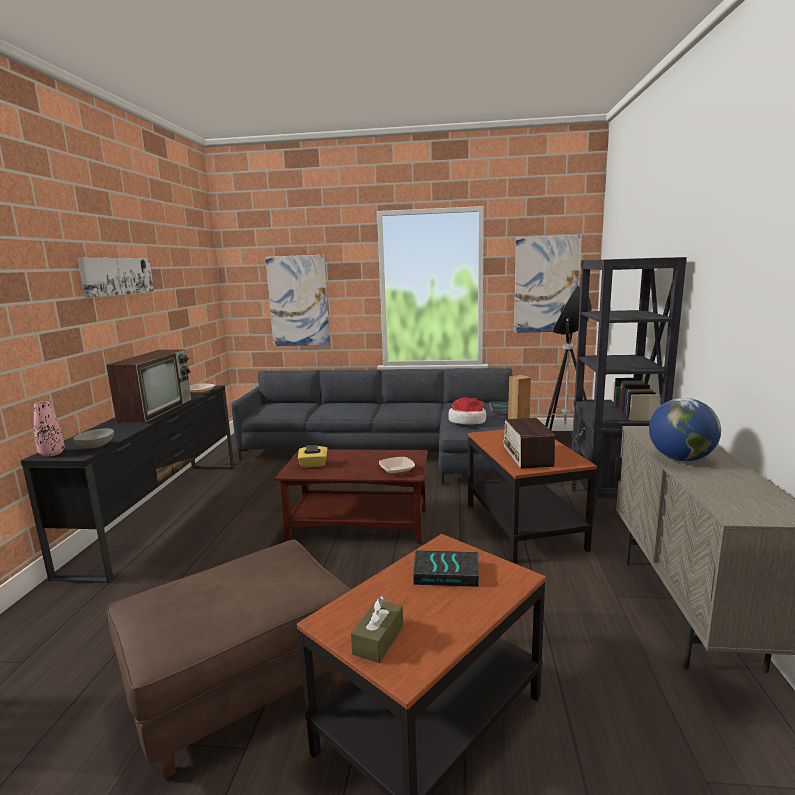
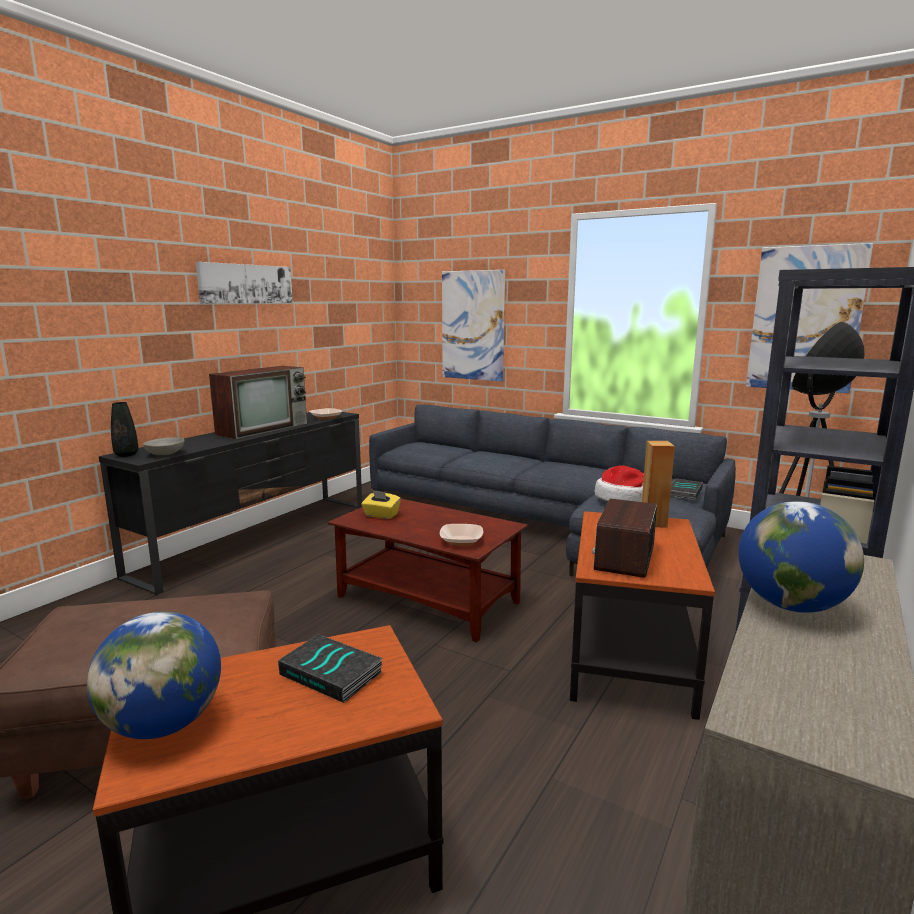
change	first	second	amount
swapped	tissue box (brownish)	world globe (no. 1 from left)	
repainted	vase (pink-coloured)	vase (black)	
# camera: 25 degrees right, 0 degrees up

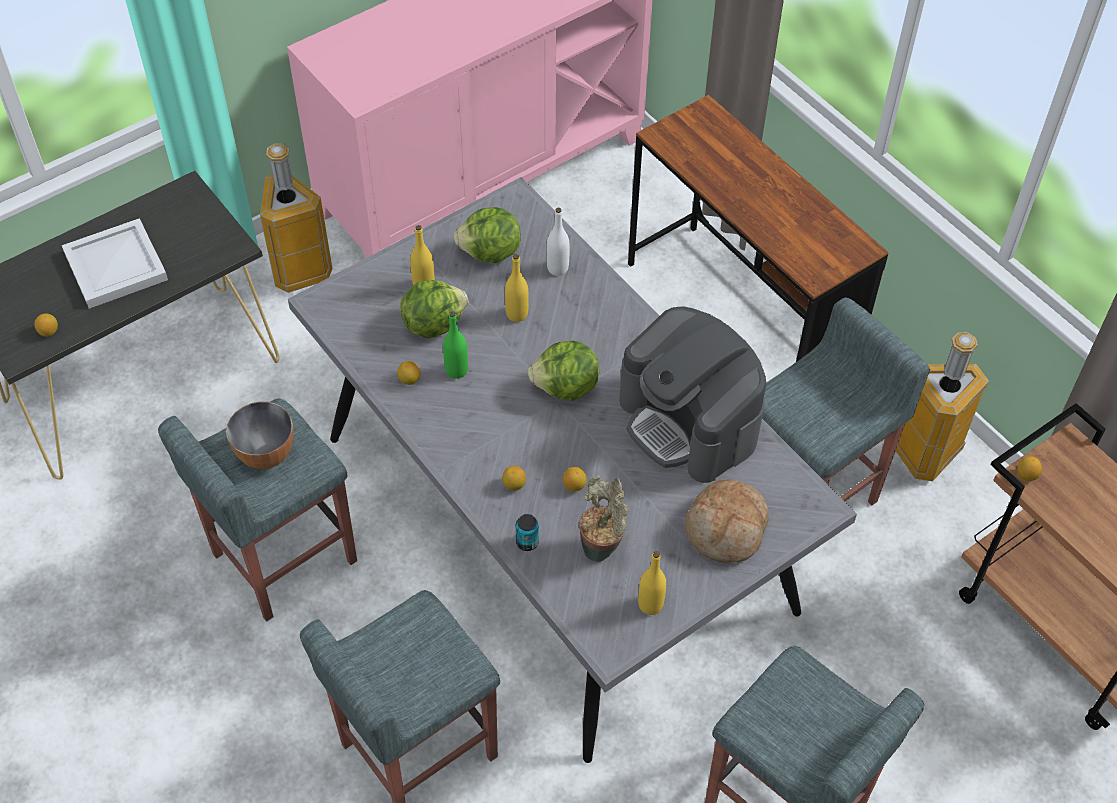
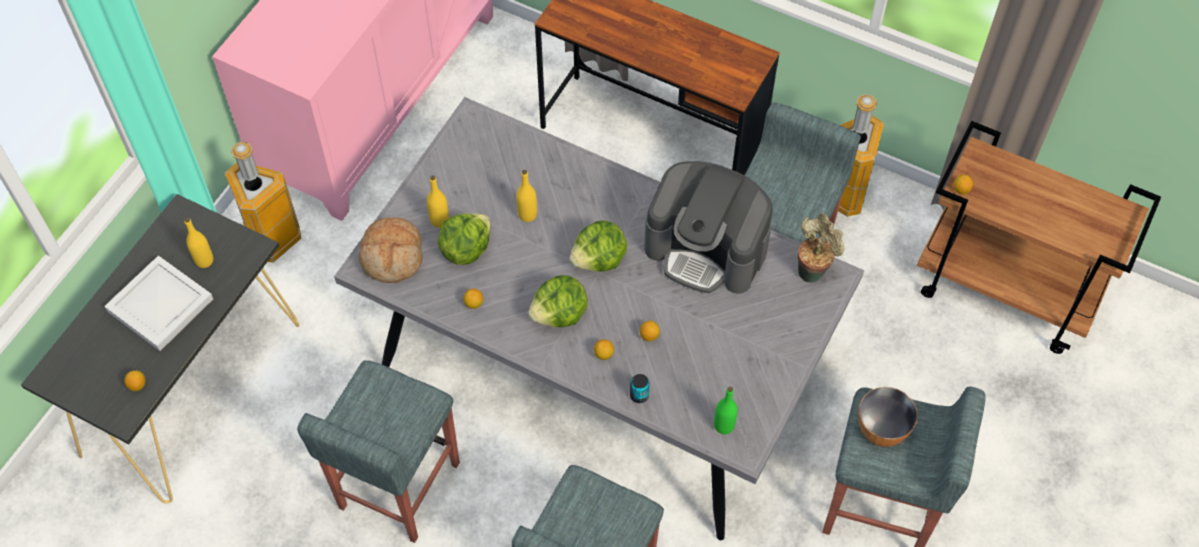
change	first	second	amount
shifted	beverage bottle (yellow) (no. 3 from left in the first image)	beverage bottle (yellow) (no. 1 from left)	
shifted	bakery bread		
shifted	head of lettuce (no. 2 from left)		
shifted	beverage bottle (green)		
shifted	potted plant		
shifted	bowl		
gone	beverage bottle (whitish)		
# camera: 25 degrees left, 5 degrees up

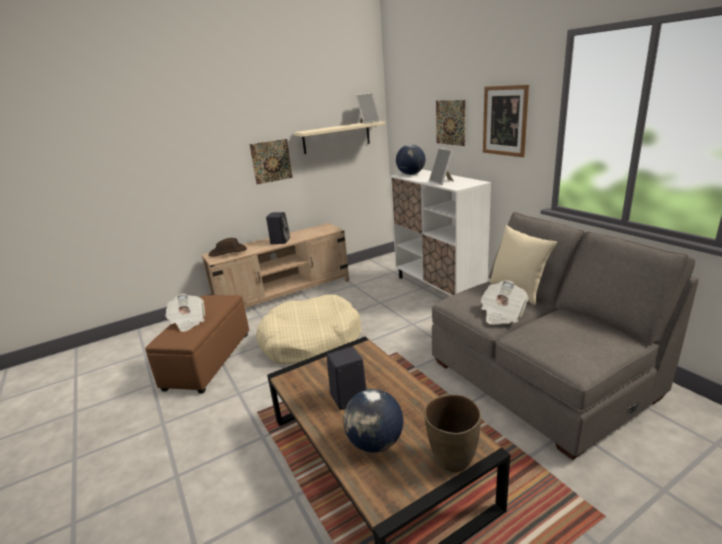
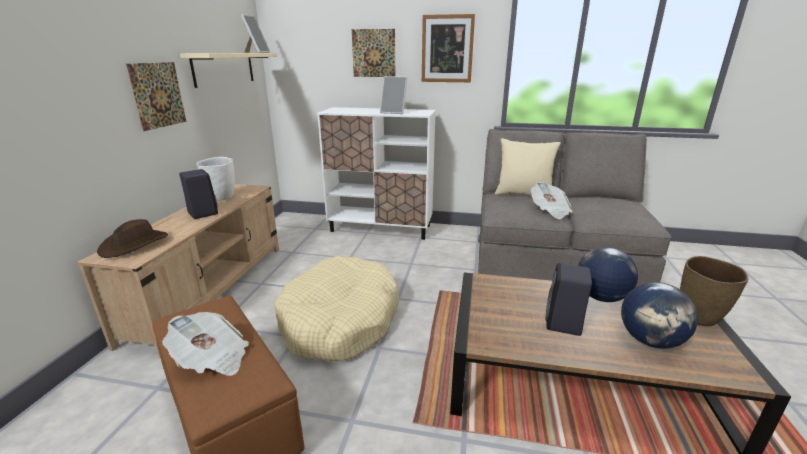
change	first	second	amount
new		vase (whitish)	
shifted	world globe (no. 2 from left in the first image)	world globe (no. 1 from left)	
# camera: 50 degrees left, 0 degrees up

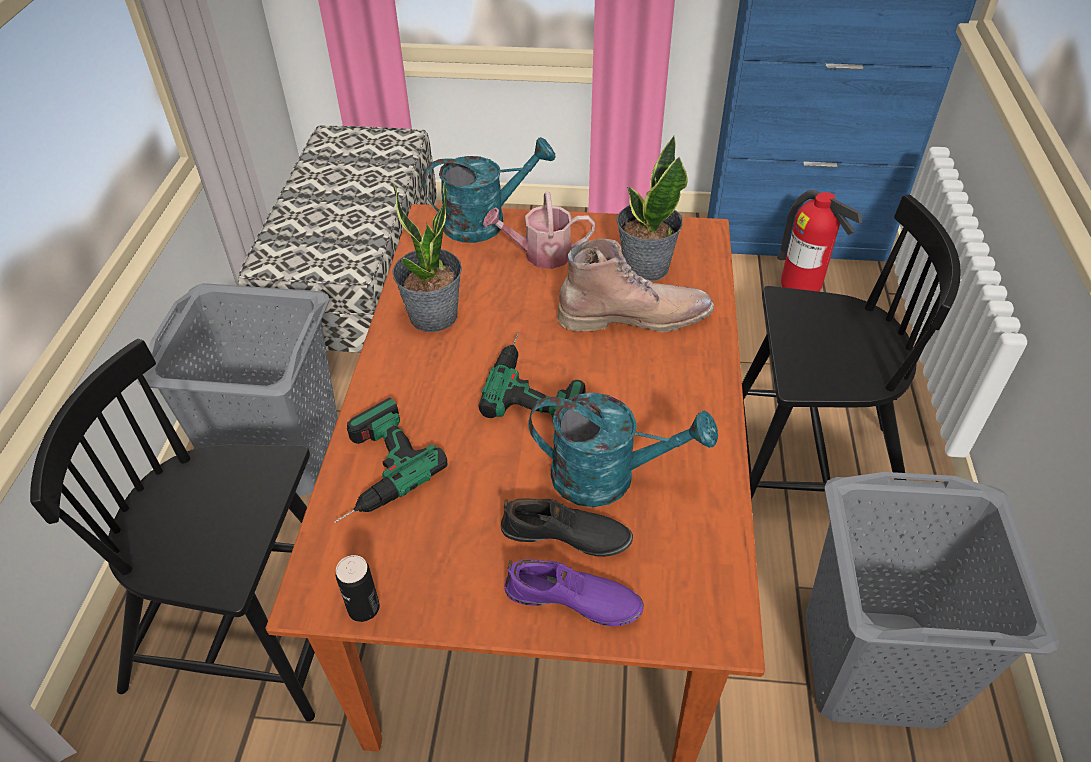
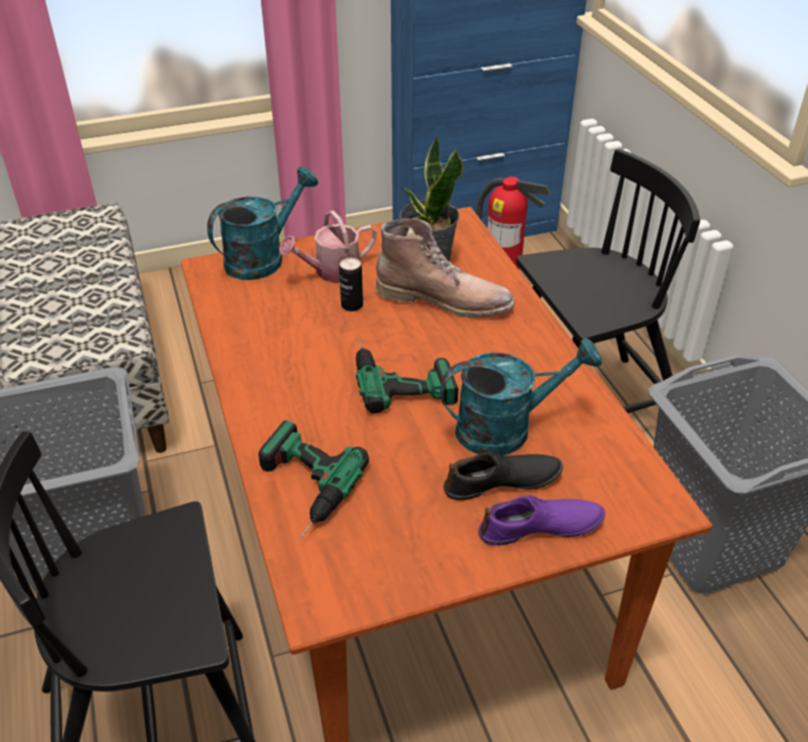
change	first	second	amount
shifted	metal can		
rotated	boot (brownish)		45 degrees clockwise
gone	potted plant (no. 1 from left)		
# camera: 25 degrees left, 5 degrees down

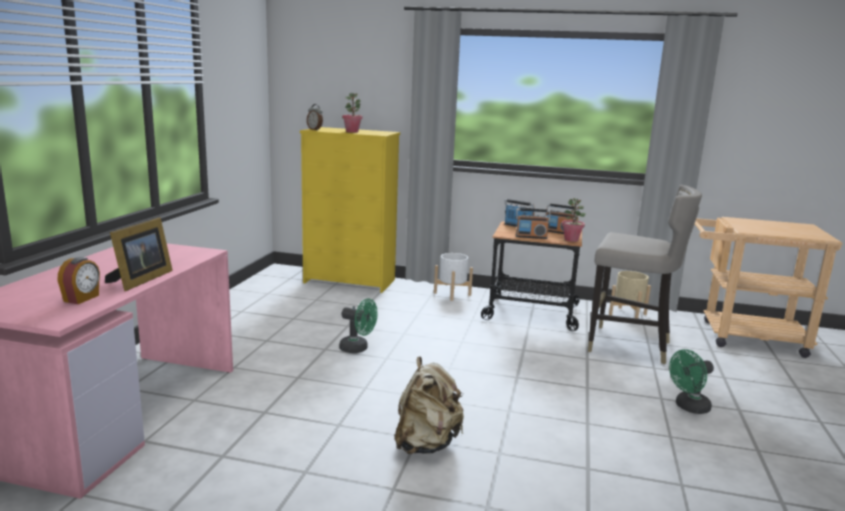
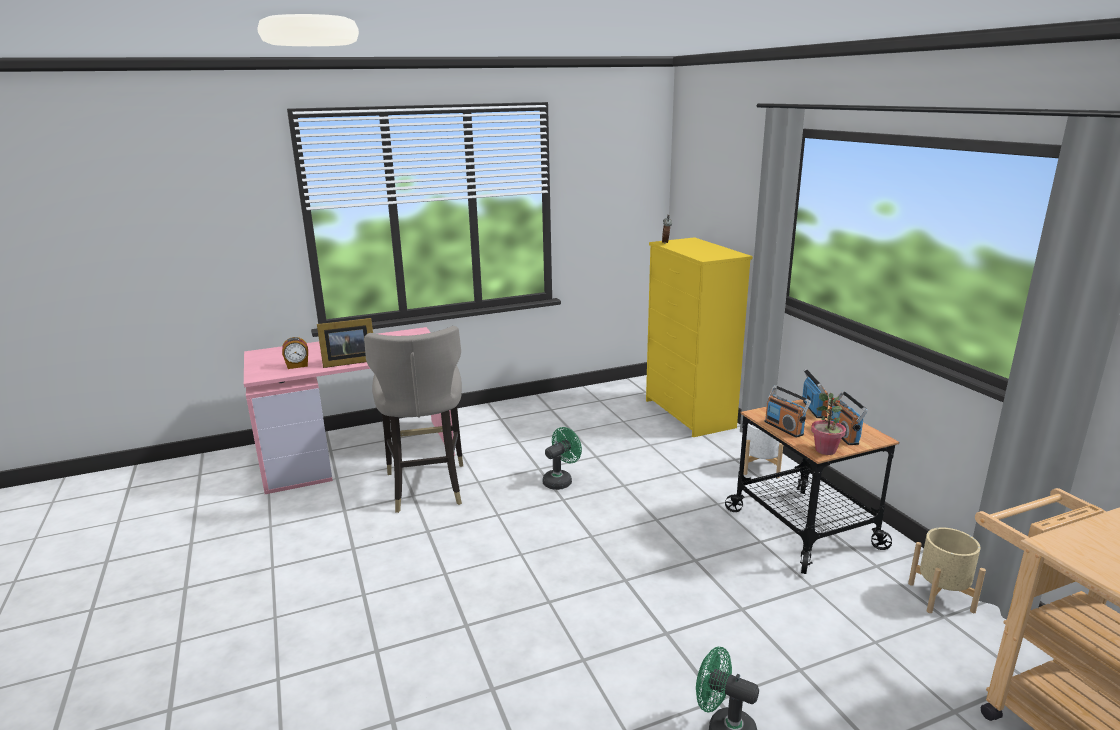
change	first	second	amount
shifted	sitting stool (gray)		
rotated	cooling fan (green) (no. 1 from left)		120 degrees counterclockwise
gone	potted plant (no. 1 from left)		
gone	backpack (beige)		
# camera: 55 degrees right, 5 degrees up

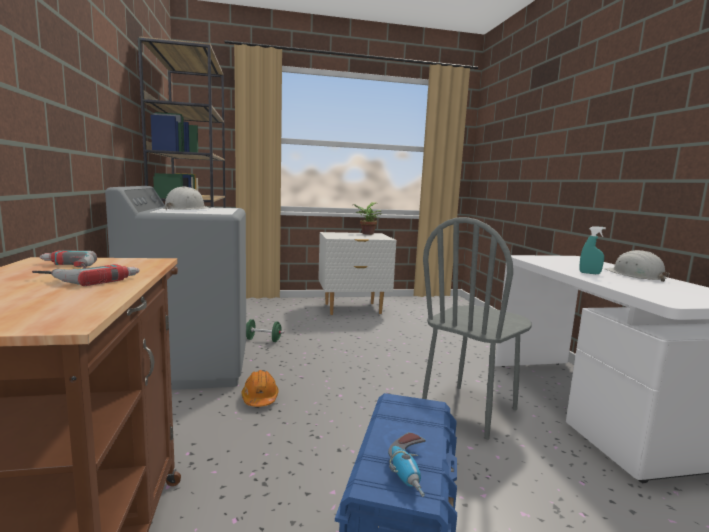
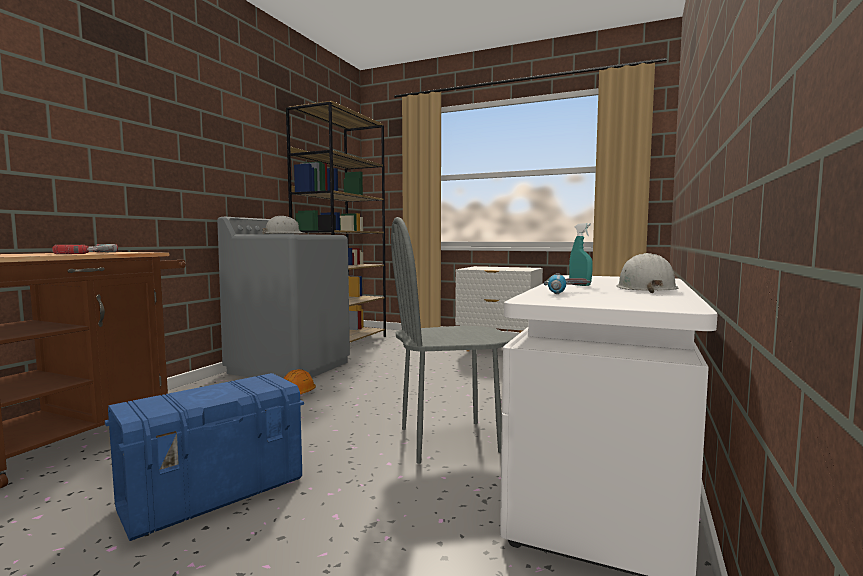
change	first	second	amount
shifted	electric drill (no. 3 from left)		
gone	free weight (green)		
gone	potted plant		
# camera: 35 degrees right, 5 degrees down

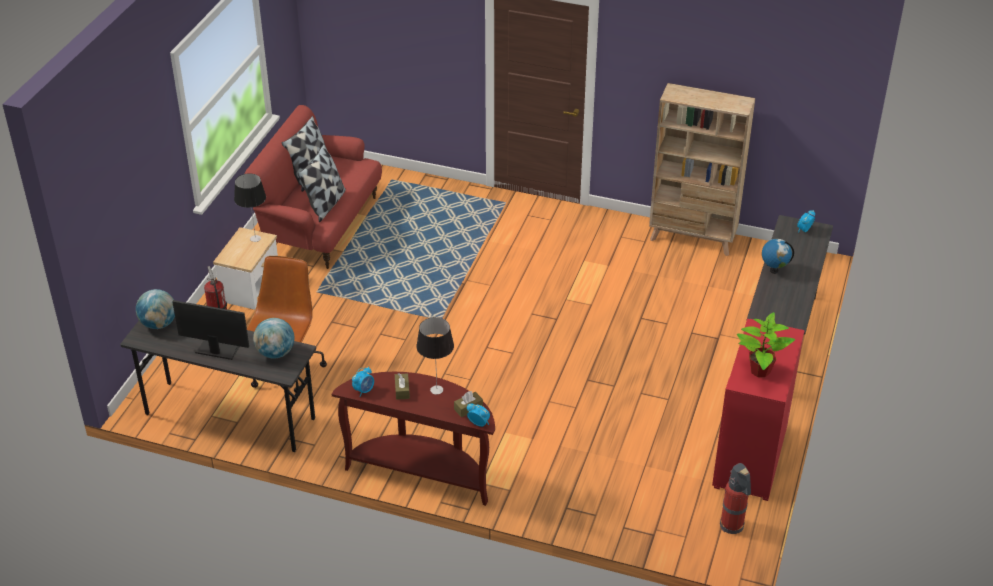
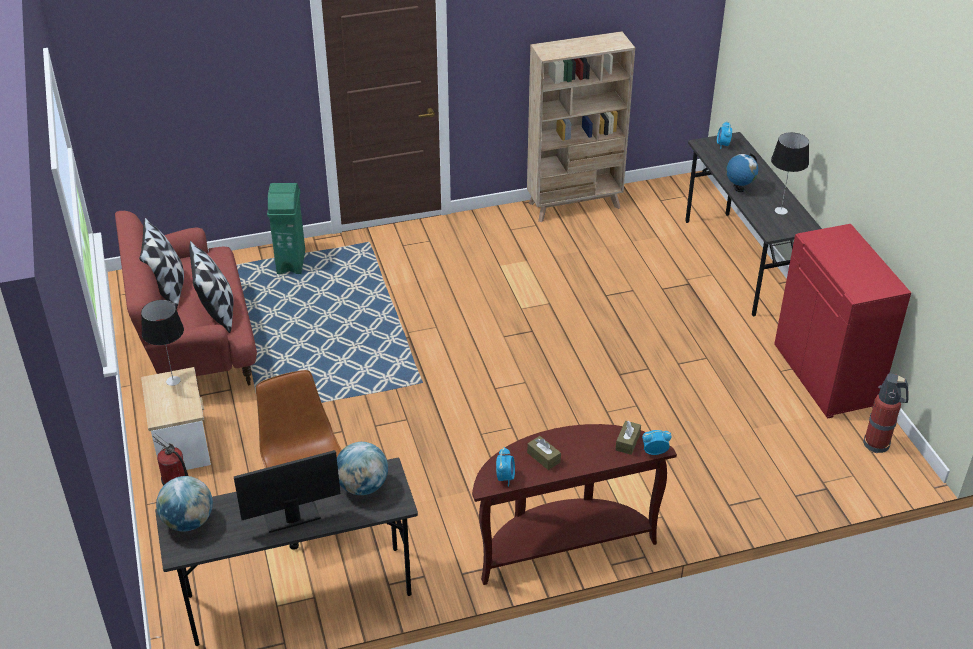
change	first	second	amount
new		trash can (green)	
shifted	lamp for a table (no. 2 from left)		
gone	potted plant		
# camera: 35 degrees left, 0 degrees up

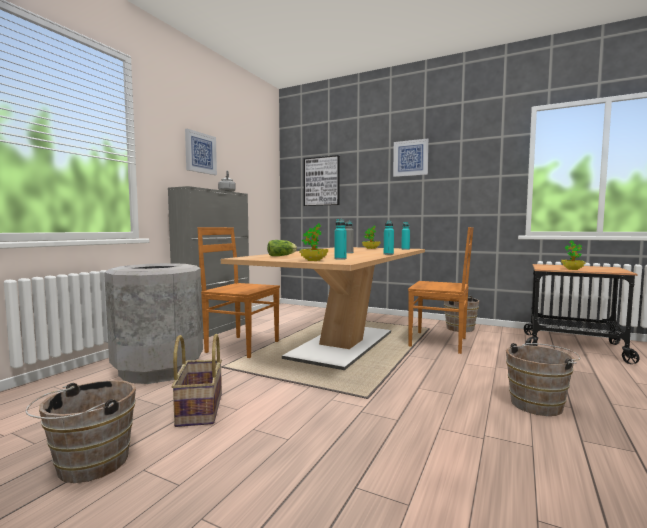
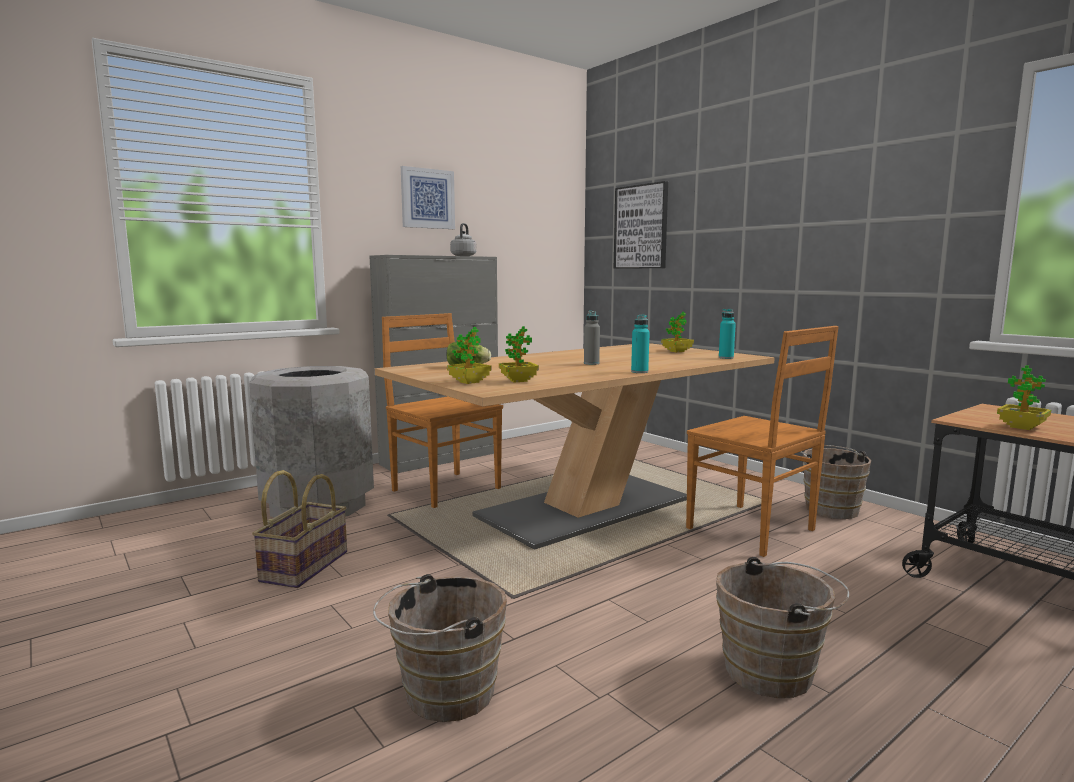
change	first	second	amount
shifted	water bucket (brownish) (no. 1 from left)		
swapped	beverage bottle (turquoise) (no. 1 from left)	potted plant (no. 2 from left)	
gone	wall art (no. 3 from left)		
# camera: 25 degrees right, 5 degrees up

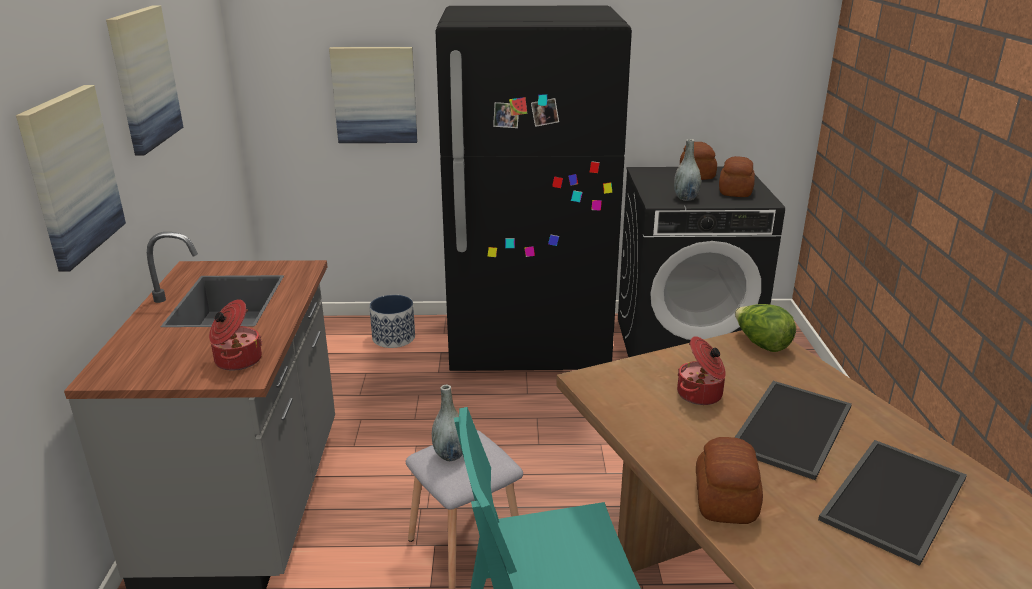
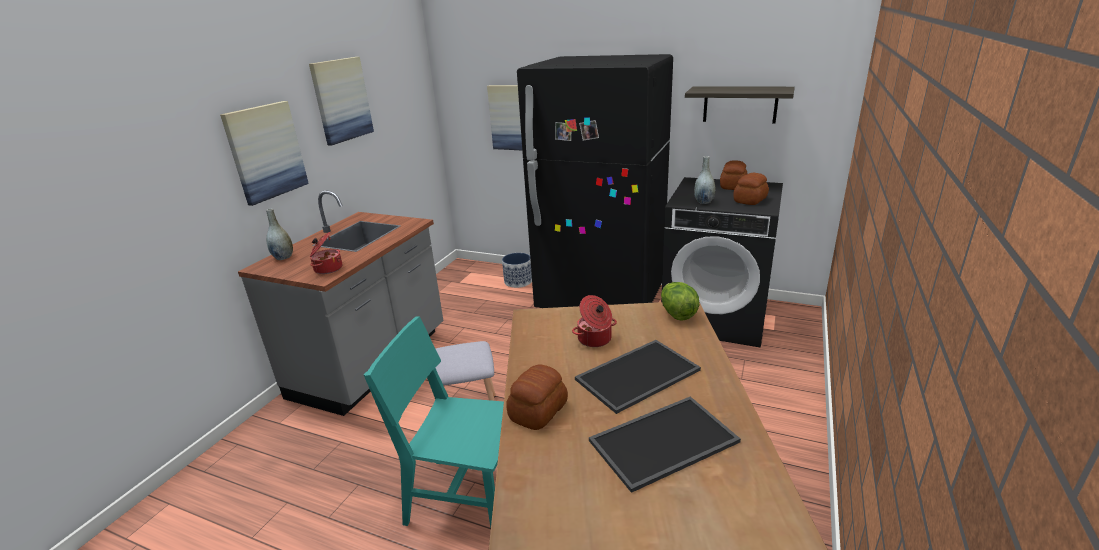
change	first	second	amount
shifted	vase (gray) (no. 1 from left)		
new		shelf	
# camera: 25 degrees right, 0 degrees up

